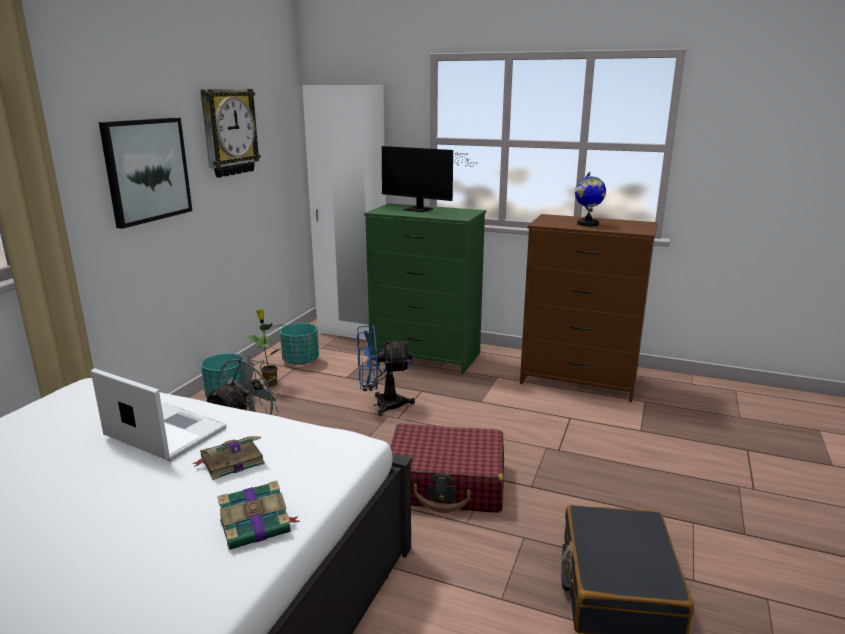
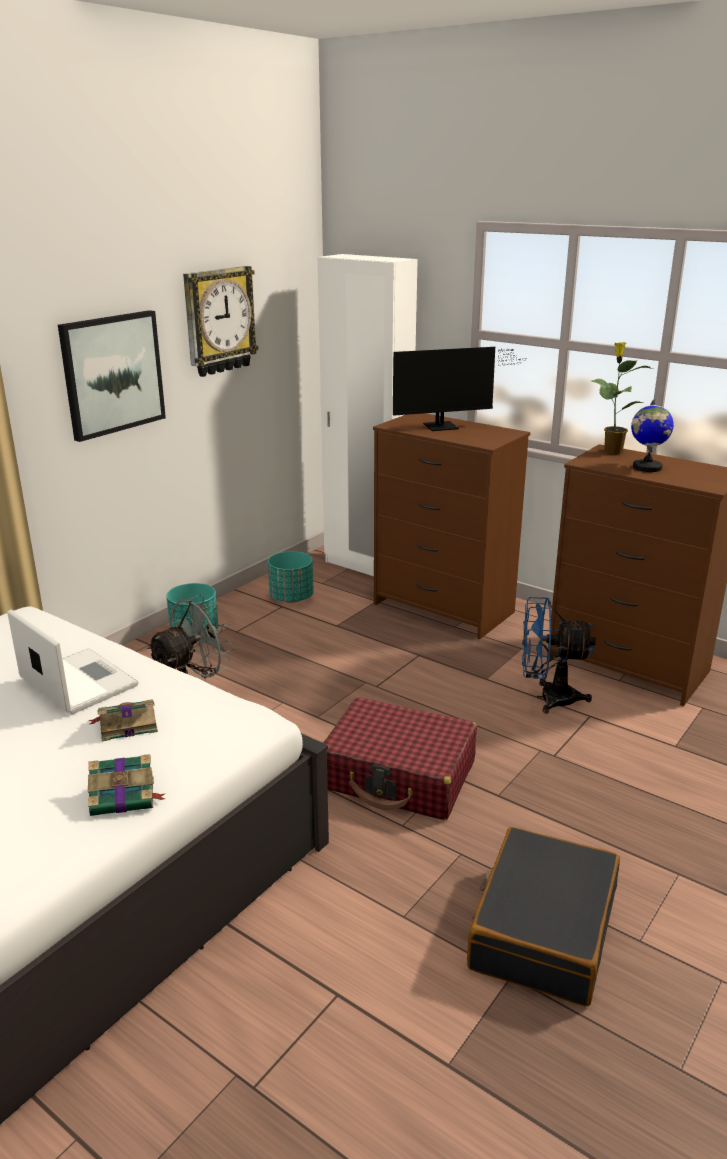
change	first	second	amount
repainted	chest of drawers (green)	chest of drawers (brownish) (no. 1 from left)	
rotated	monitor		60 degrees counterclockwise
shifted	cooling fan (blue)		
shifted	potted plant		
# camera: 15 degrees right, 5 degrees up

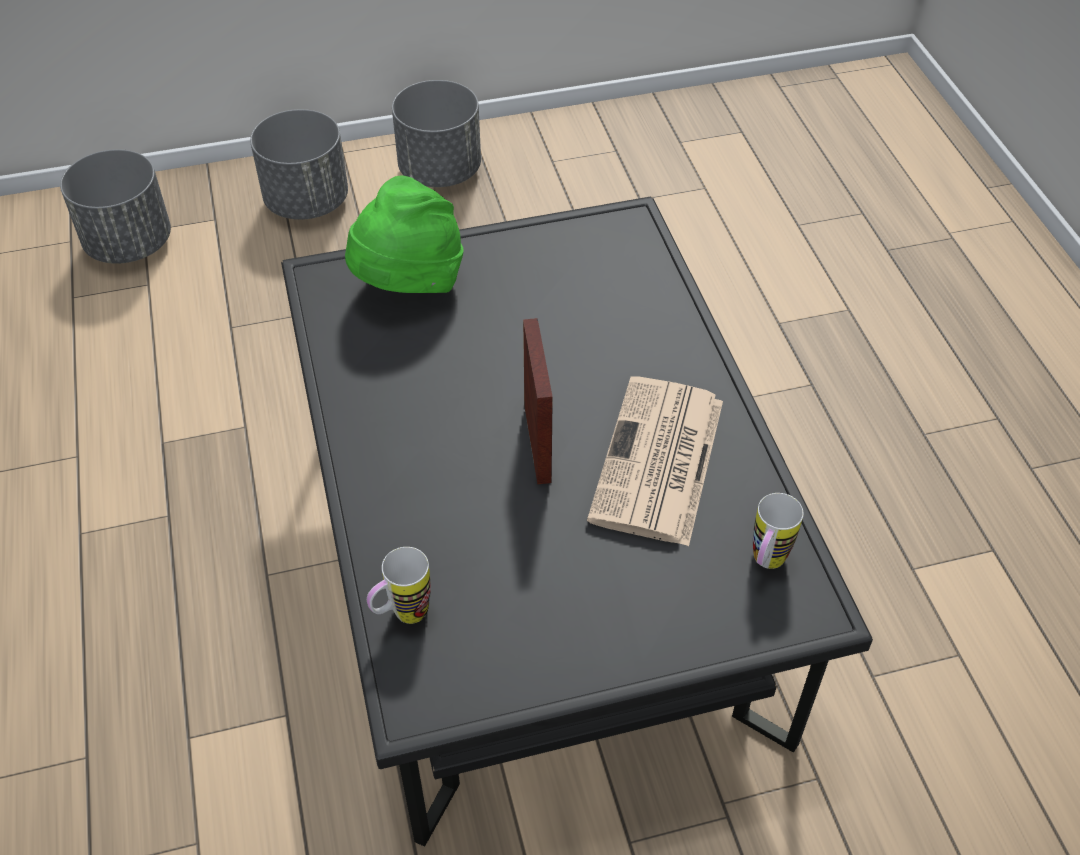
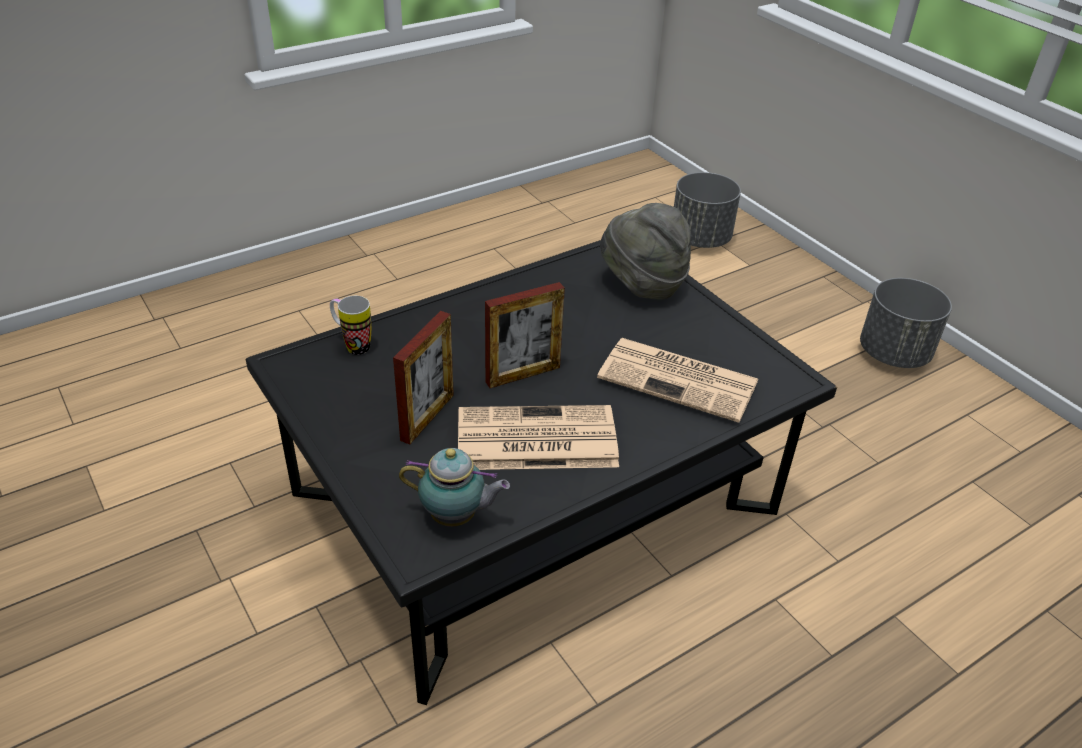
change	first	second	amount
new		photo frame (no. 1 from left)	
swapped	tea mug (no. 2 from left)	tea pot	
new		newspaper (no. 2 from left)	
repainted	wearable hat (green)	wearable hat (gray)	
gone	plant pot (gray) (no. 2 from left)		
# camera: 70 degrees right, 10 degrees down

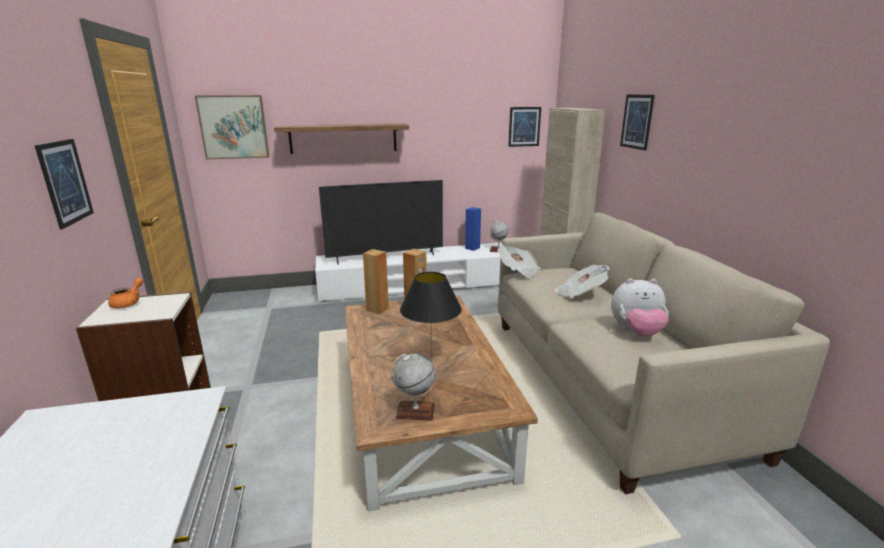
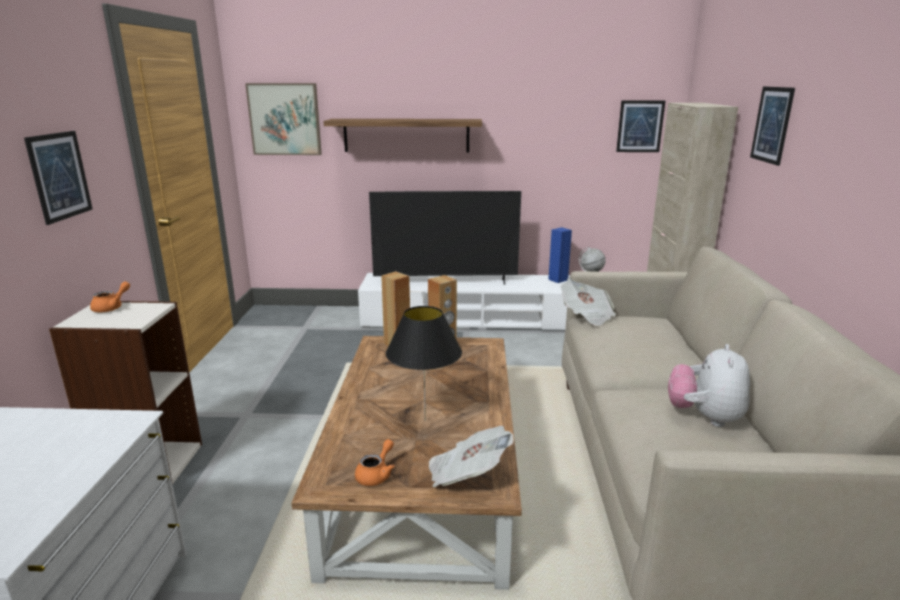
change	first	second	amount
swapped	world globe (no. 1 from left)	tea pot (orangey) (no. 2 from left)	
shifted	newspaper (no. 2 from left in the first image)	newspaper (no. 1 from left)	
rotated	plush toy		90 degrees clockwise
# camera: 15 degrees right, 0 degrees up

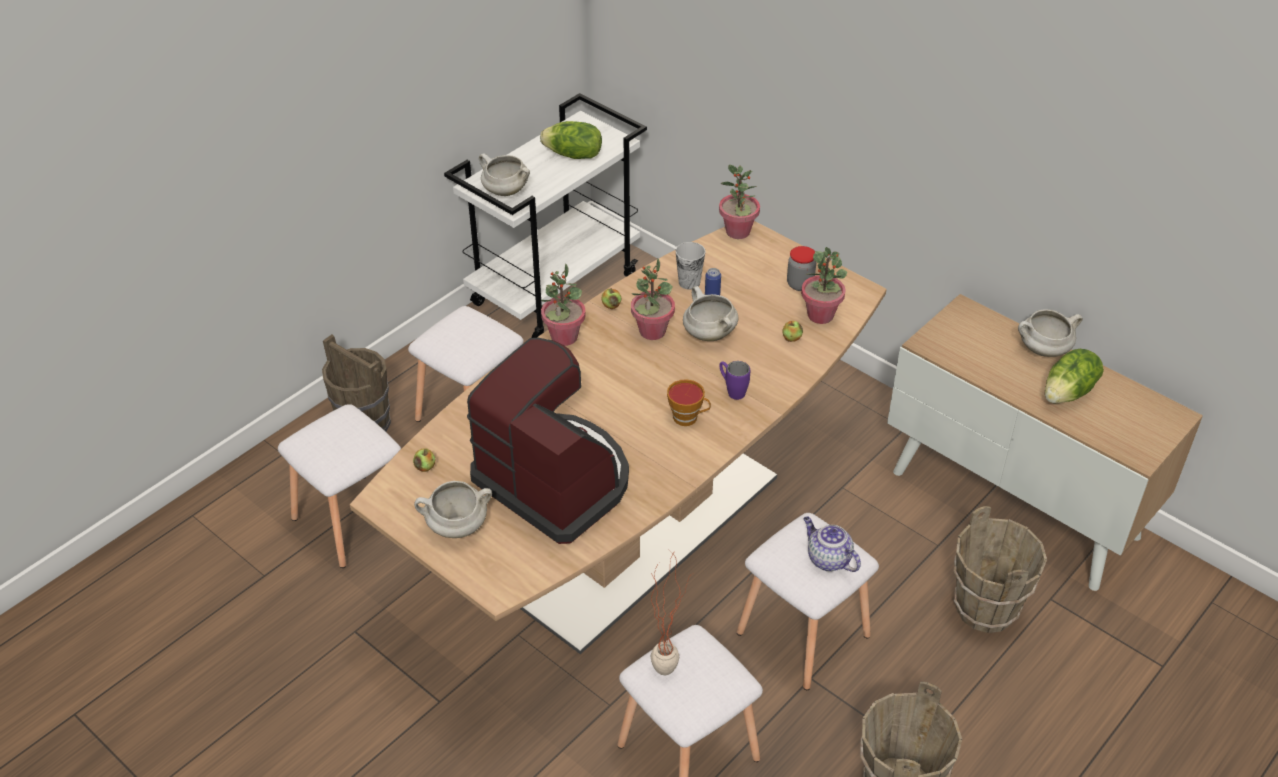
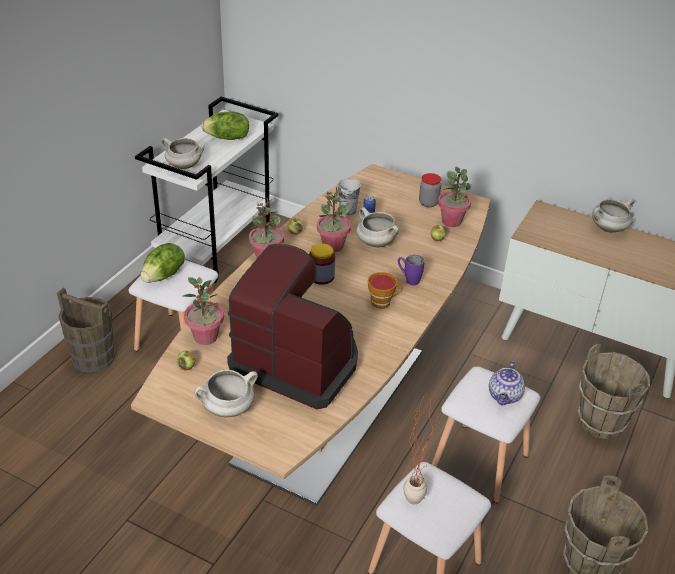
change	first	second	amount
shifted	head of lettuce (no. 2 from left in the first image)	head of lettuce (no. 1 from left)	
shifted	potted plant (no. 4 from left in the first image)	potted plant (no. 1 from left)	
new		jar (no. 1 from left)	
rotated	tea pot		105 degrees counterclockwise
gone	sitting stool (whitish) (no. 1 from left)		
# camera: 15 degrees left, 5 degrees down

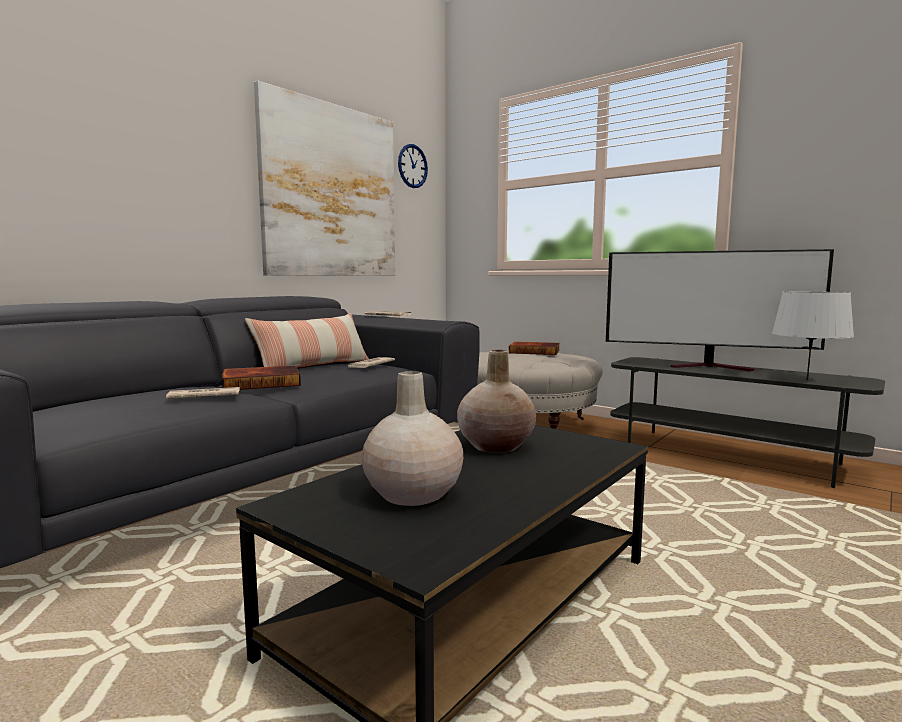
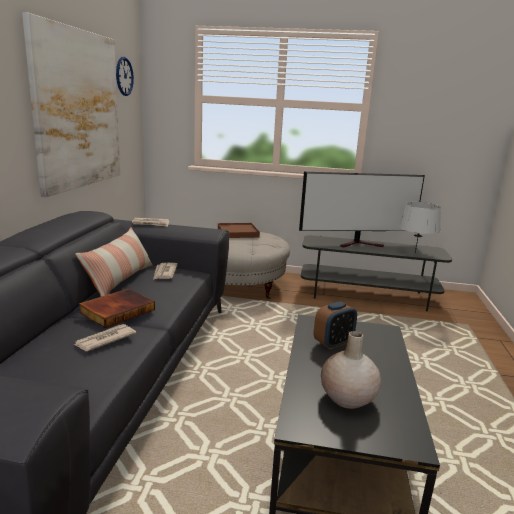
change	first	second	amount
swapped	bound book (no. 2 from left)	serving tray (brownish)	
swapped	vase (beige) (no. 2 from left)	alarm clock	
# camera: 30 degrees left, 10 degrees up

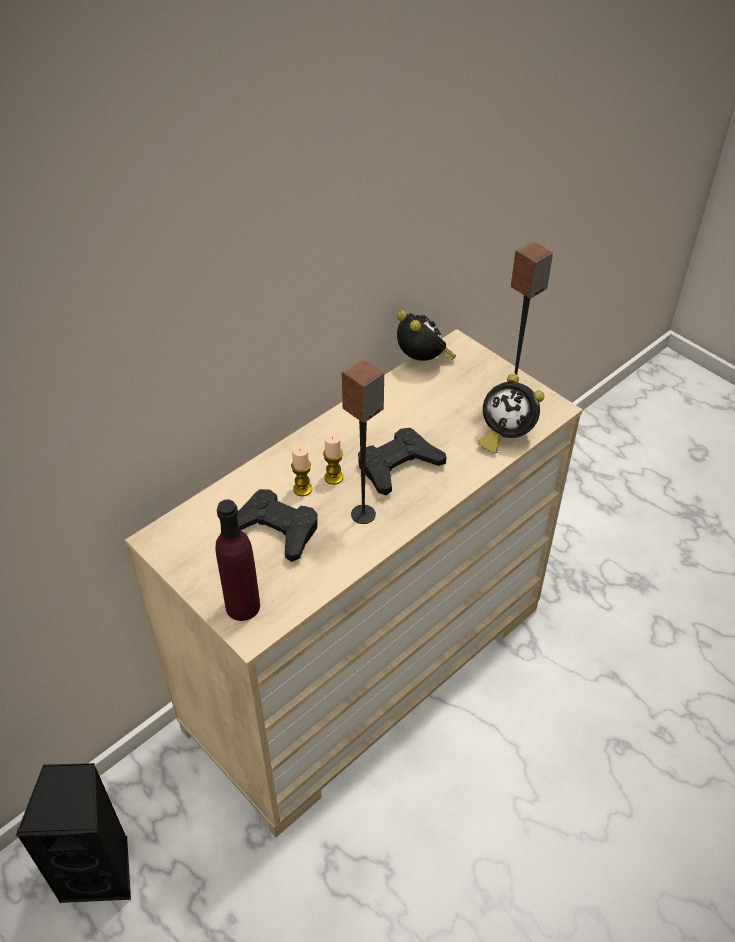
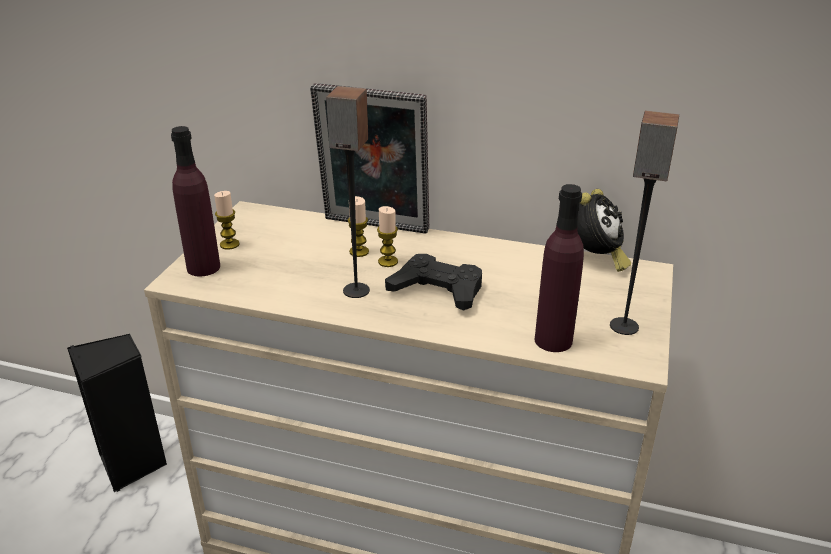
change	first	second	amount
new		candle (no. 1 from left)	
new		photo frame	
swapped	alarm clock (no. 2 from left)	beverage bottle (purple-coloured) (no. 2 from left)	
gone	gamepad (black) (no. 1 from left)		
# camera: 60 degrees right, 15 degrees down

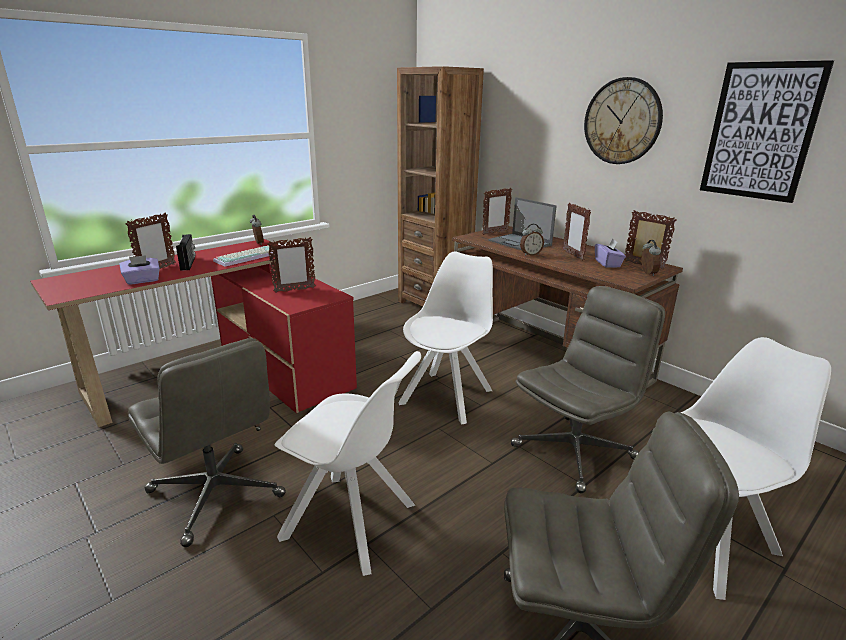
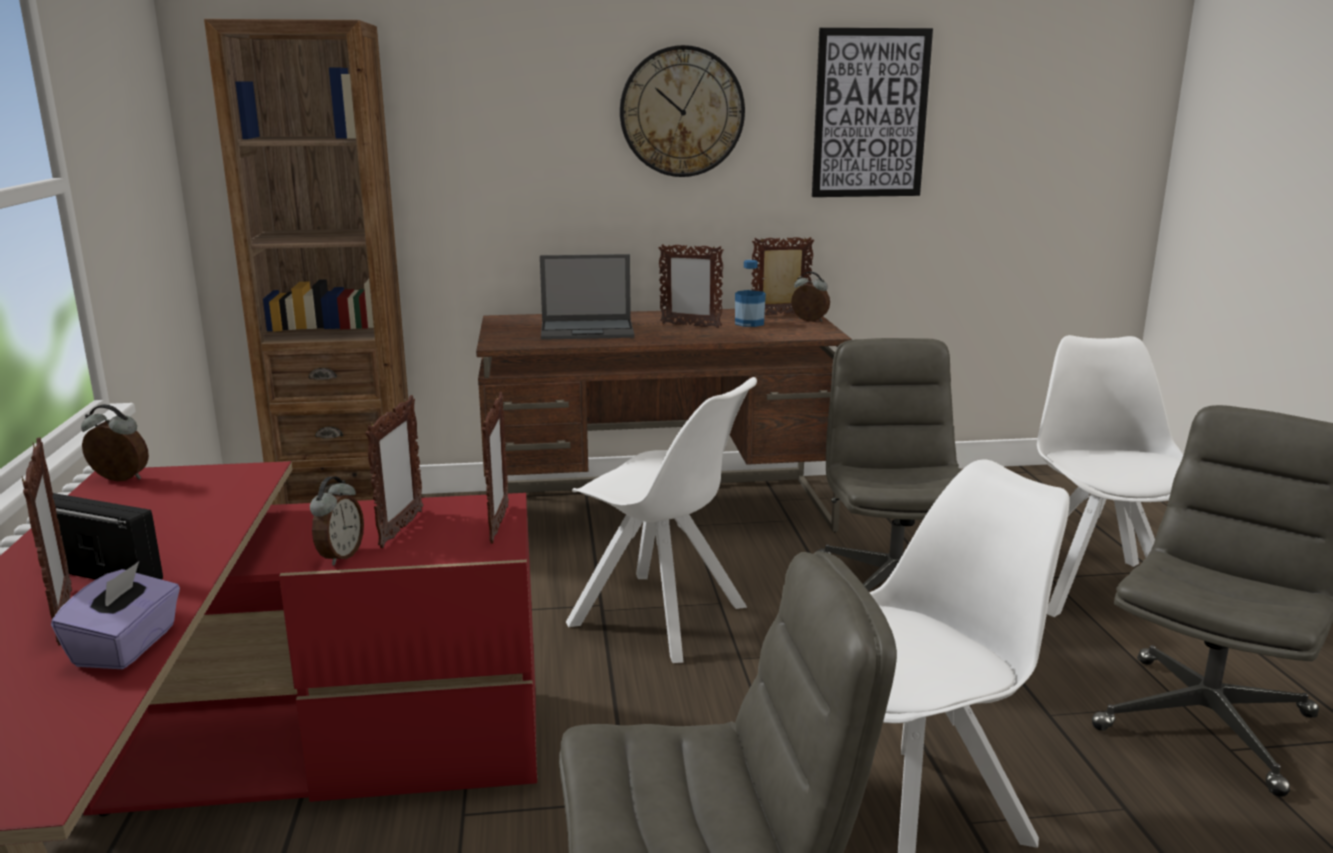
change	first	second	amount
shifted	alarm clock (no. 2 from left)		
shifted	photo frame (no. 3 from left)		
rotated	chair (whitish) (no. 2 from left in the first image)	chair (whitish) (no. 1 from left)	150 degrees clockwise
swapped	tissue box (purple-coloured) (no. 2 from left)	beverage bottle	
gone	keyboard		
# camera: 55 degrees left, 5 degrees down

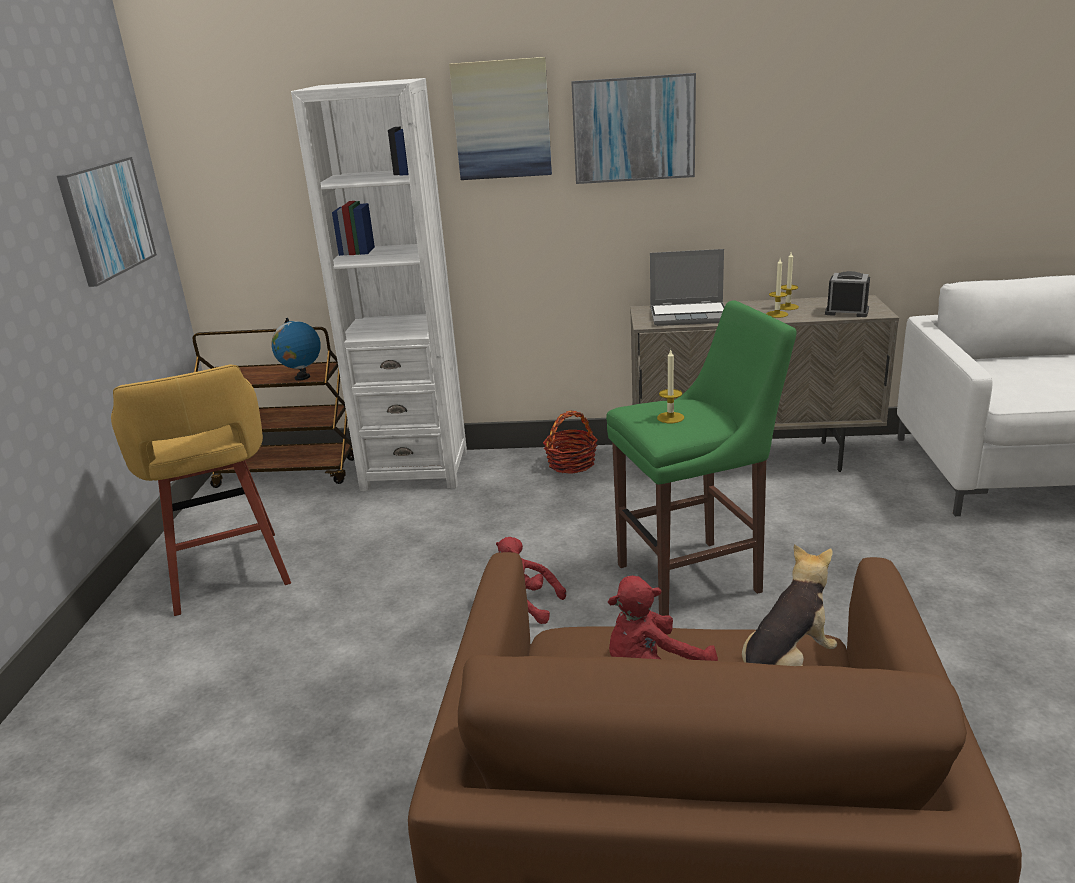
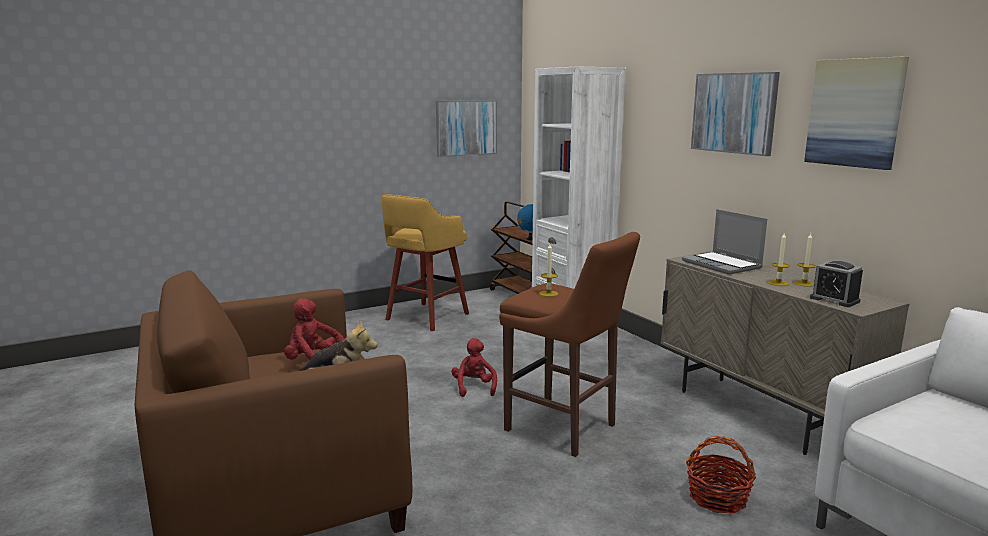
change	first	second	amount
repainted	sitting stool (green)	sitting stool (brownish)	
shifted	basket		
shifted	wall art (no. 2 from left in the first image)	wall art (no. 3 from left)	
rotated	alarm clock		150 degrees clockwise
# camera: 55 degrees right, 10 degrees down

